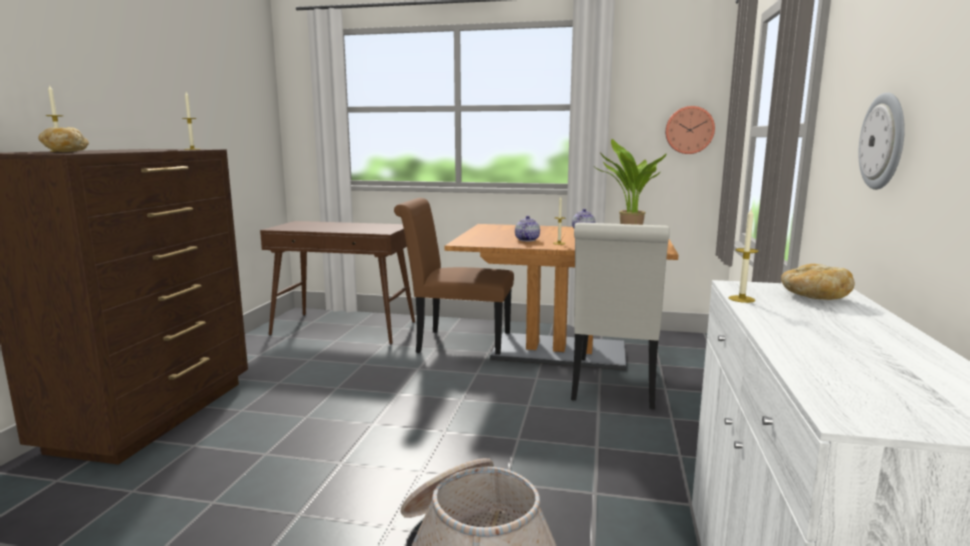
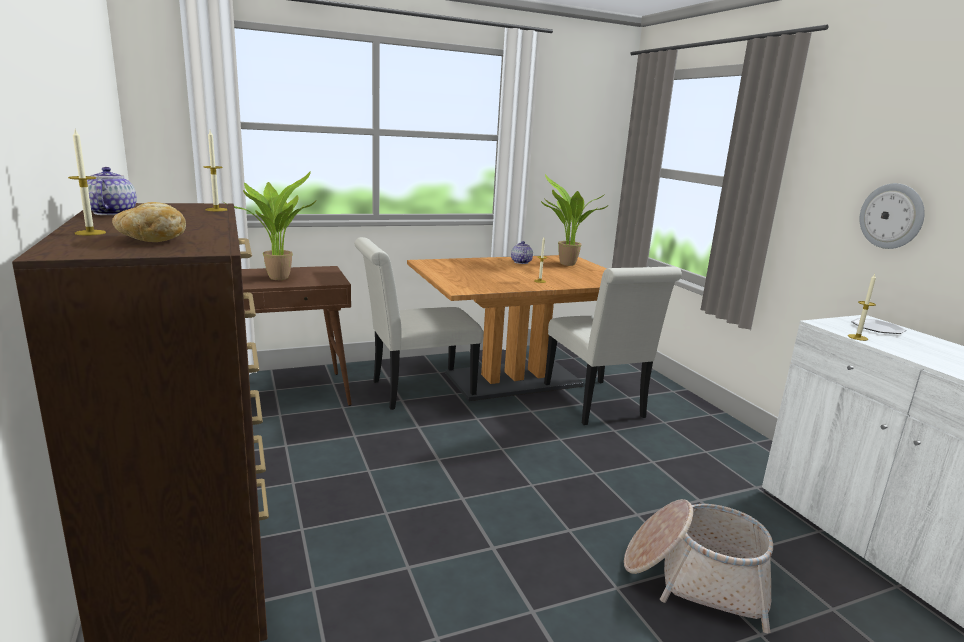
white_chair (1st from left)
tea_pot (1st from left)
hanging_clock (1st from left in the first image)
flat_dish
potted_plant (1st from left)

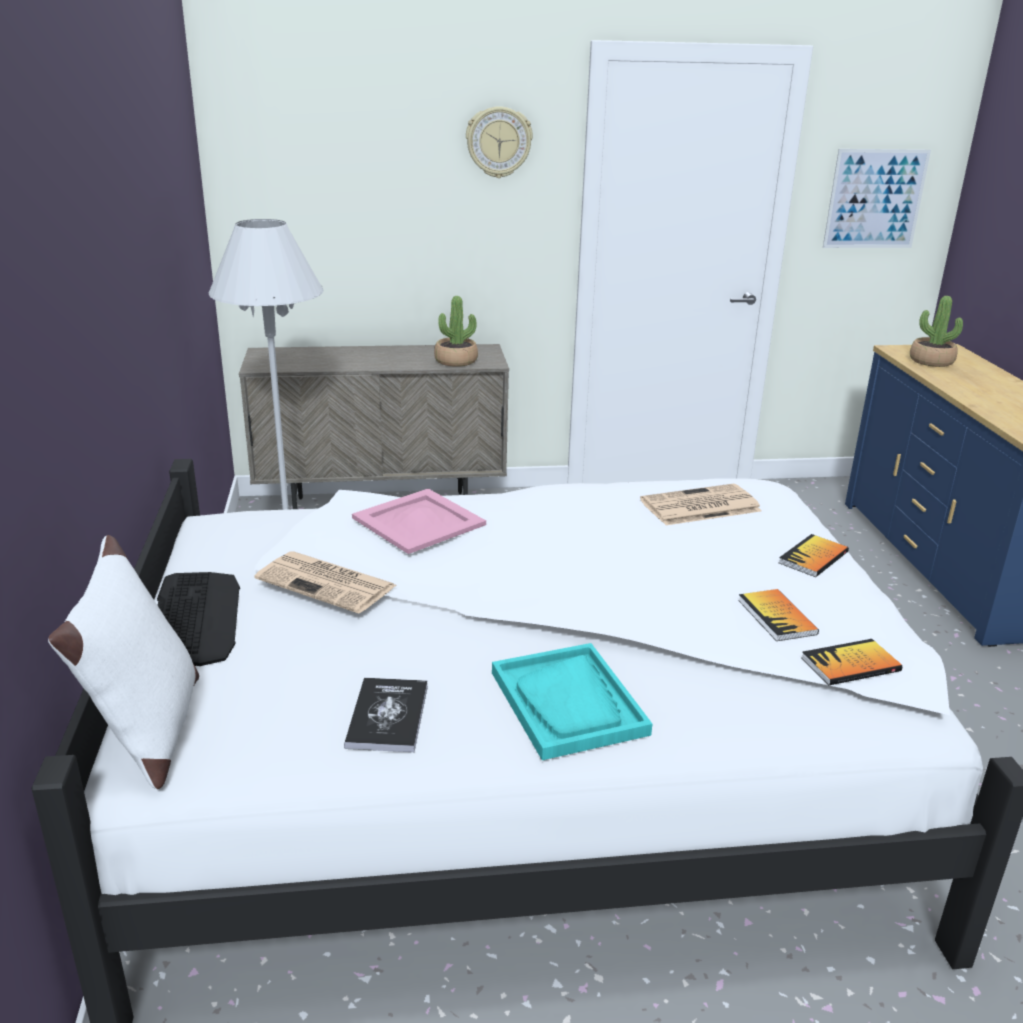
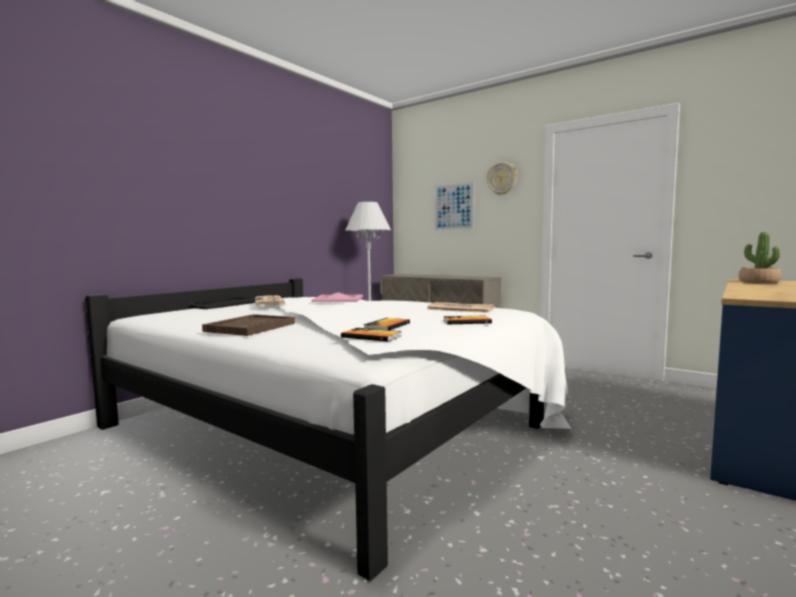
white_pillow
volume (1st from left in the first image)
potted_plant (1st from left in the first image)
brown-coloured_serving_tray
picture

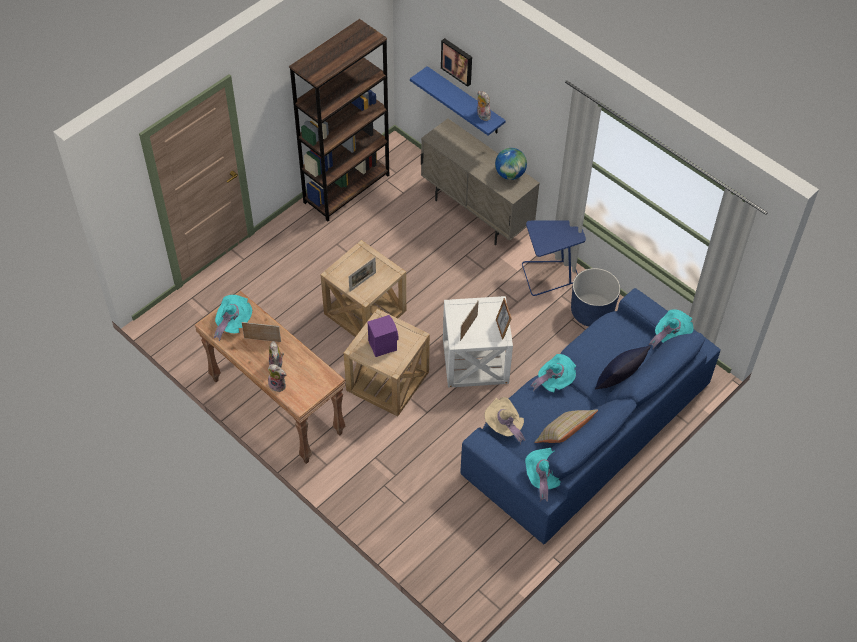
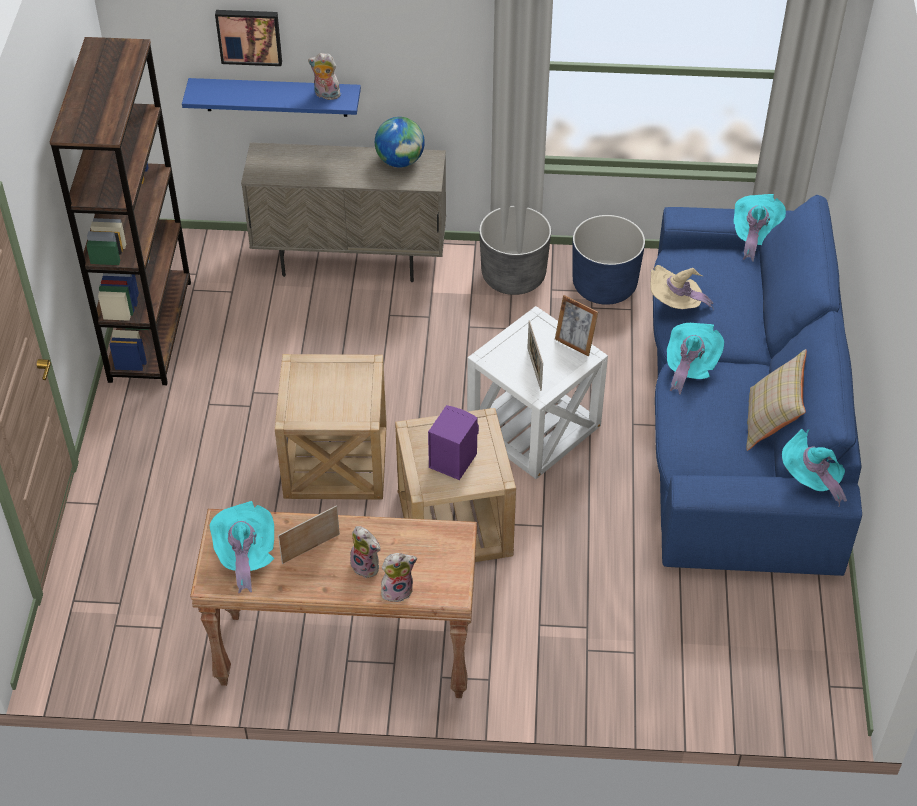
photo_frame (2nd from left in the first image)
sand-coloured_wearable_hat
gray_planter
bluish_pillow

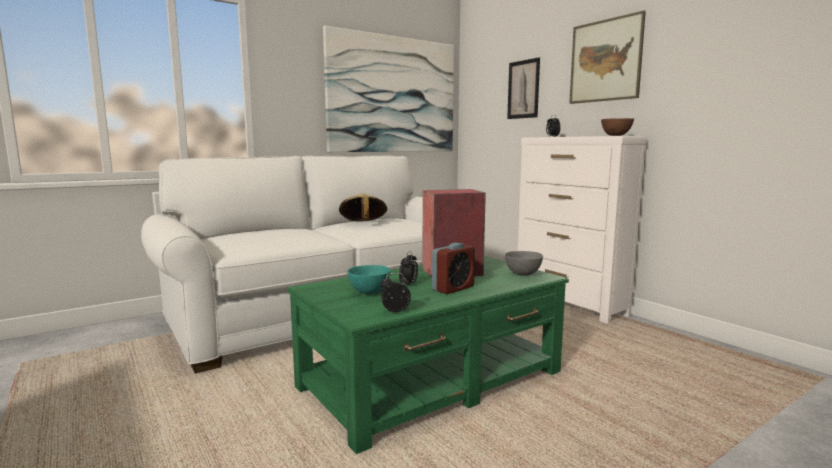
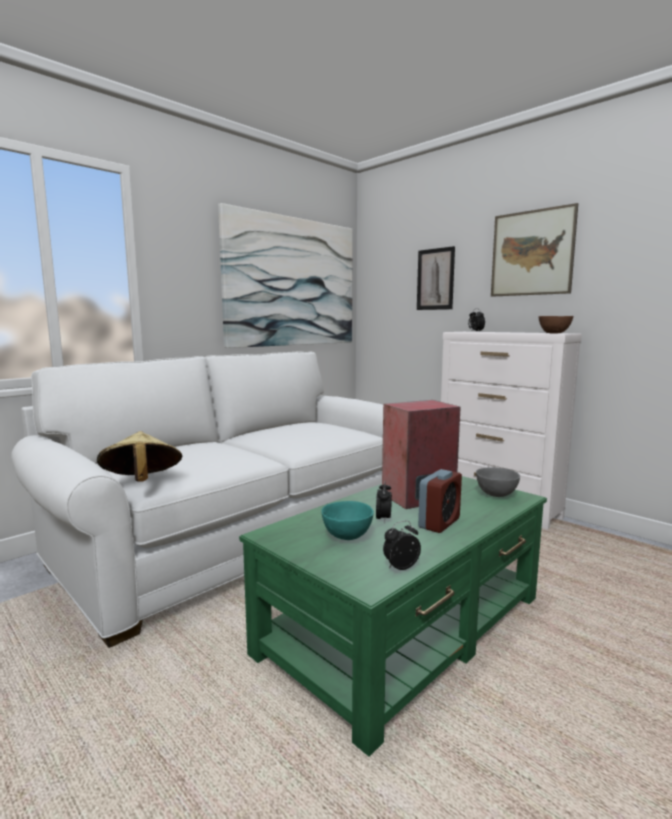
sand-coloured_wearable_hat

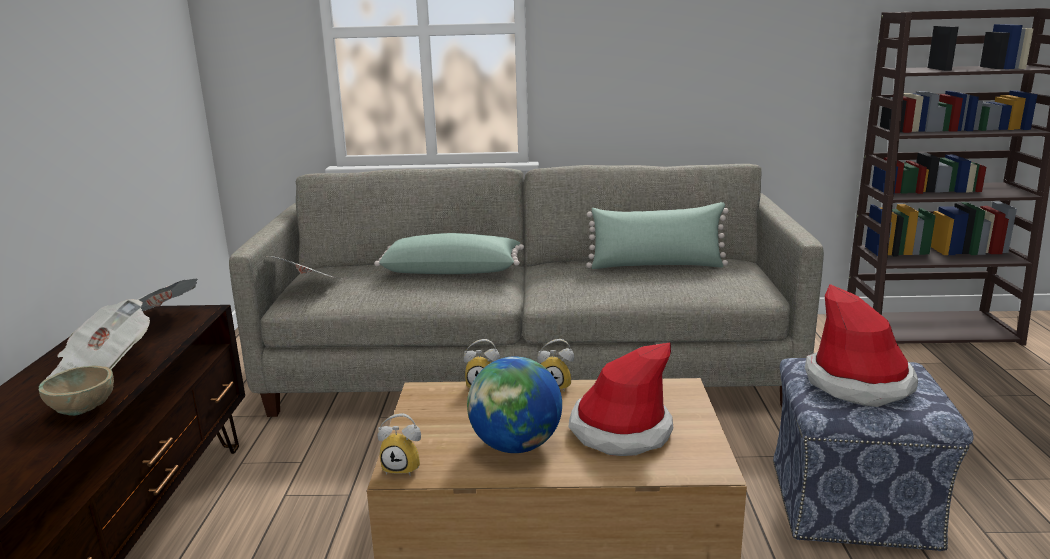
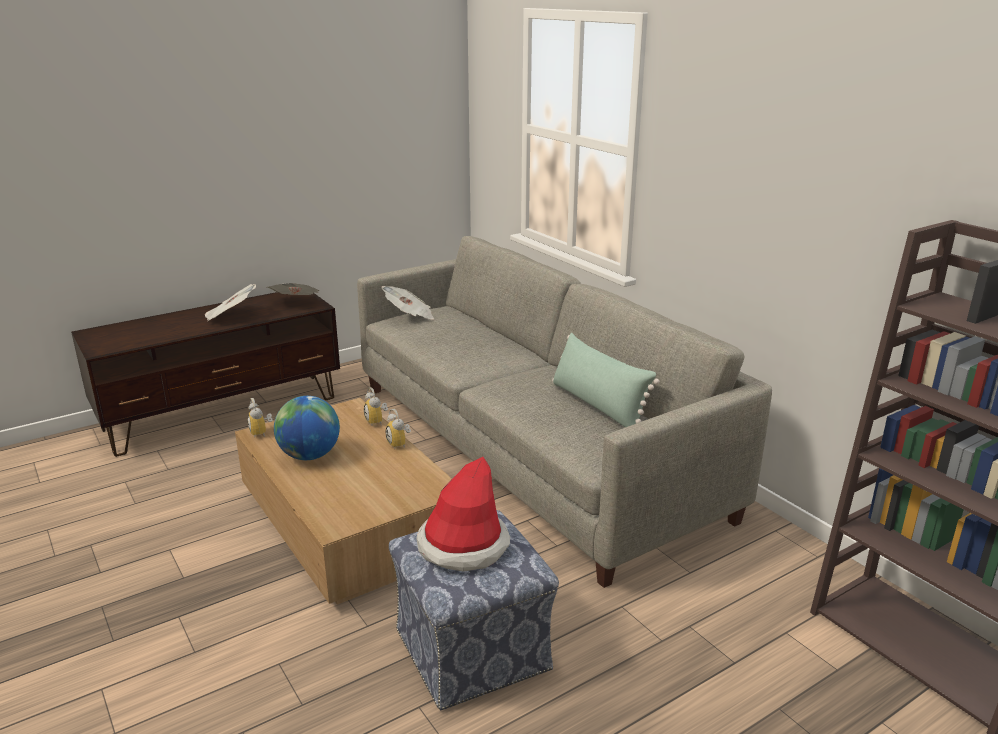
sand-coloured_serving_bowl
greenish_pillow (1st from left in the first image)
wearable_hat (1st from left in the first image)

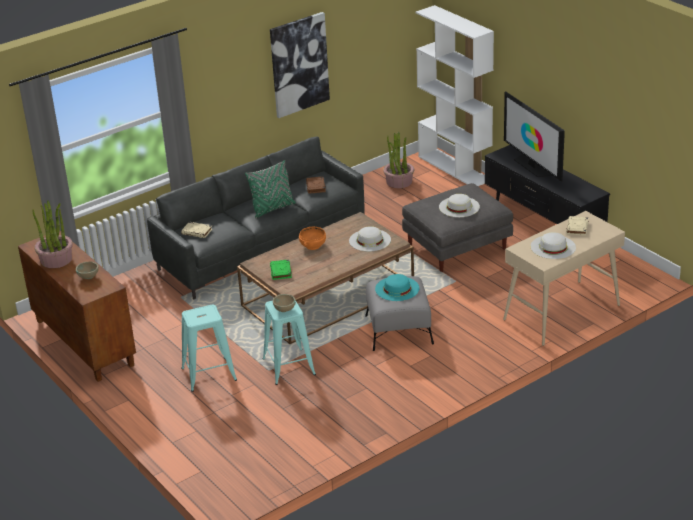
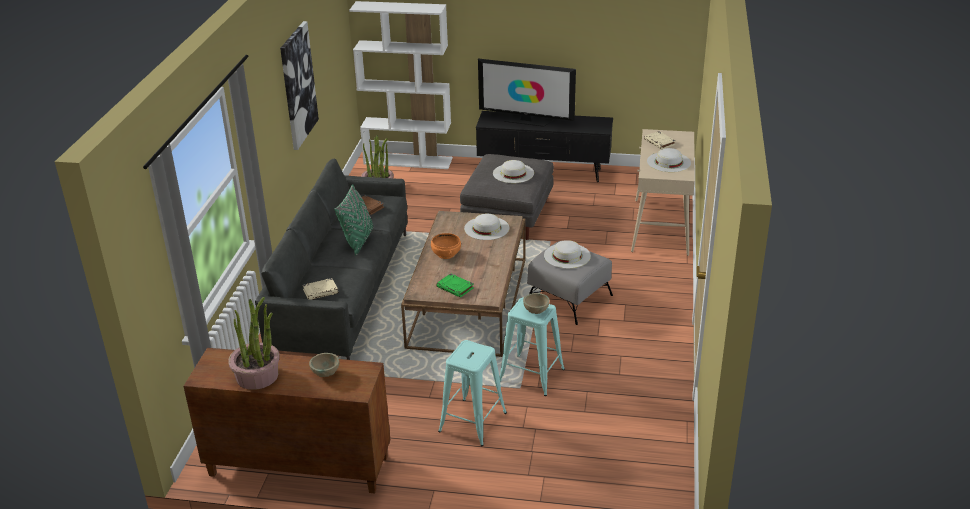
white_wearable_hat (3rd from left)

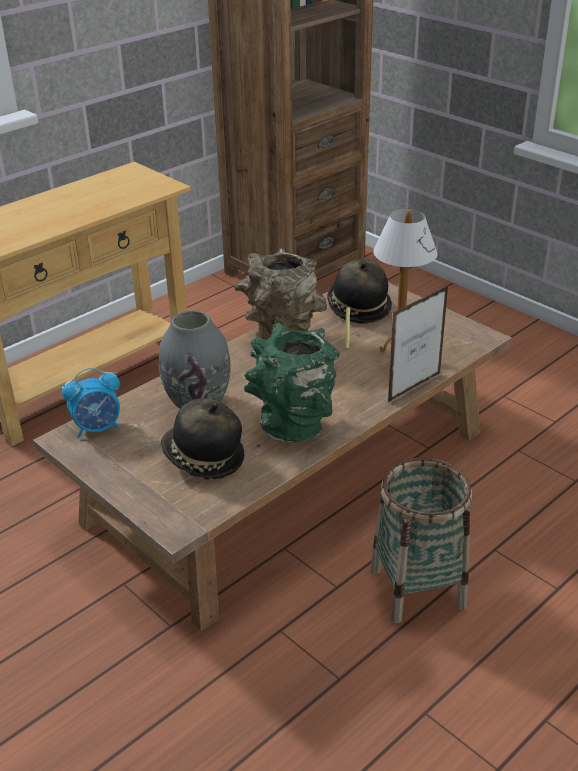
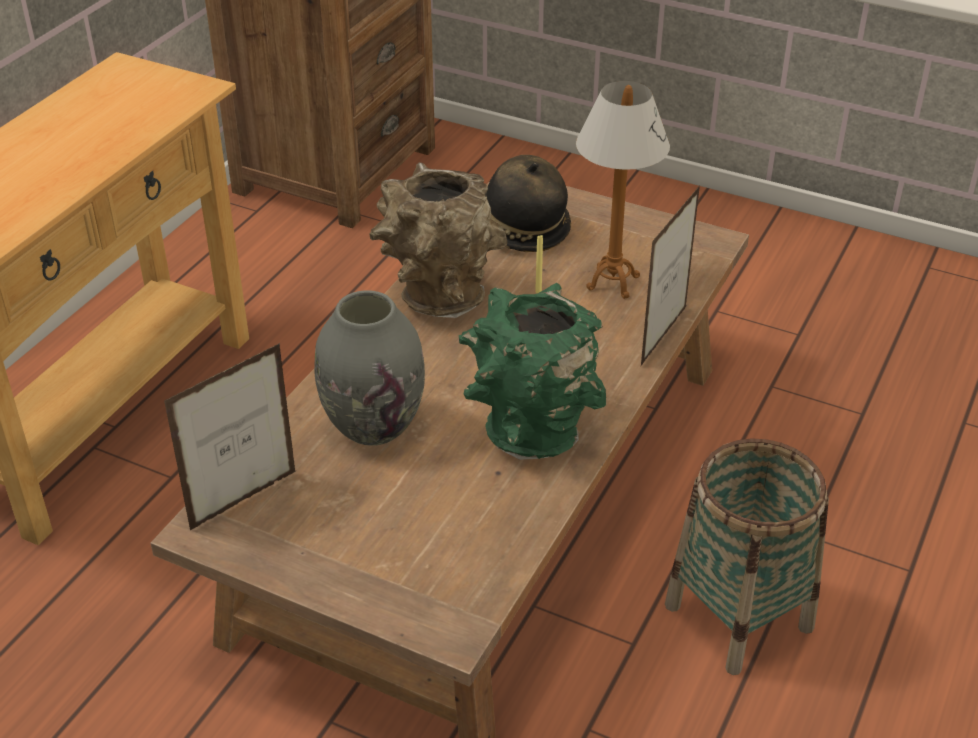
photo_frame (1st from left)
wearable_hat (1st from left in the first image)

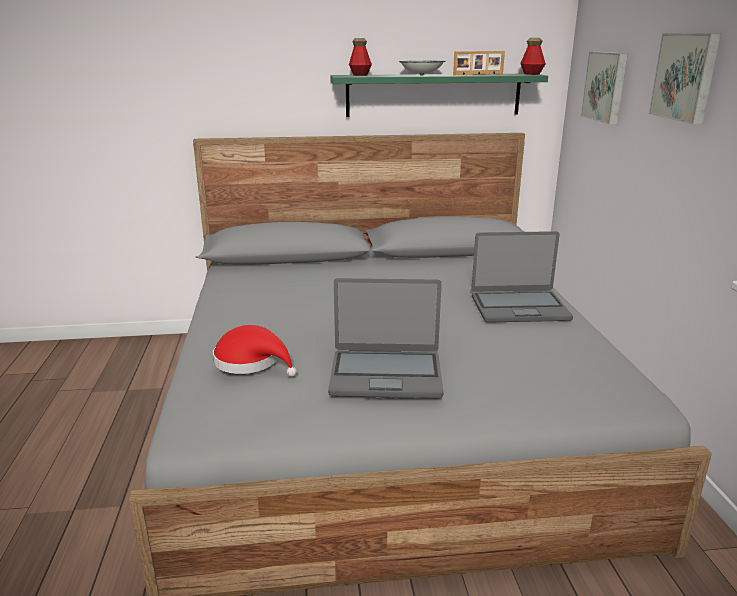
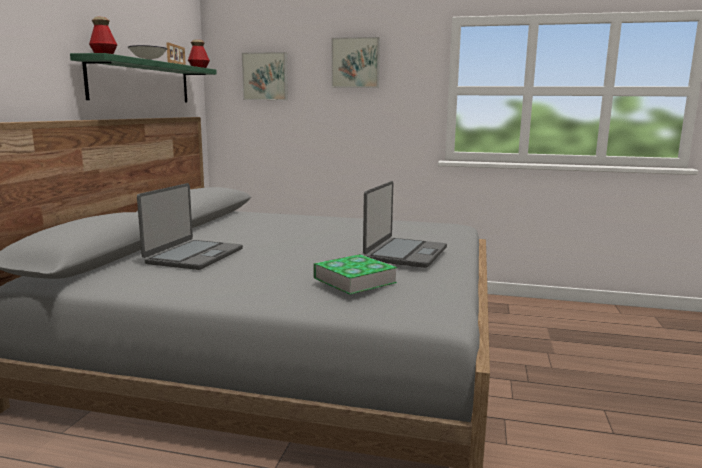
volume
portable_computer (1st from left)

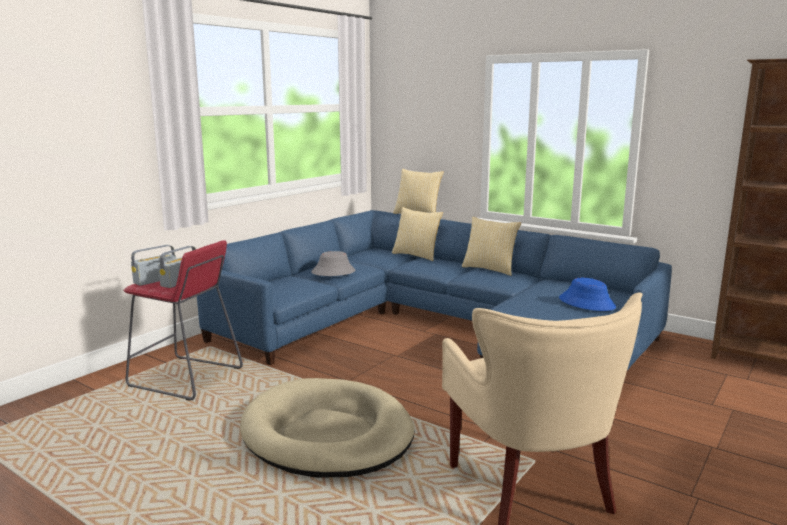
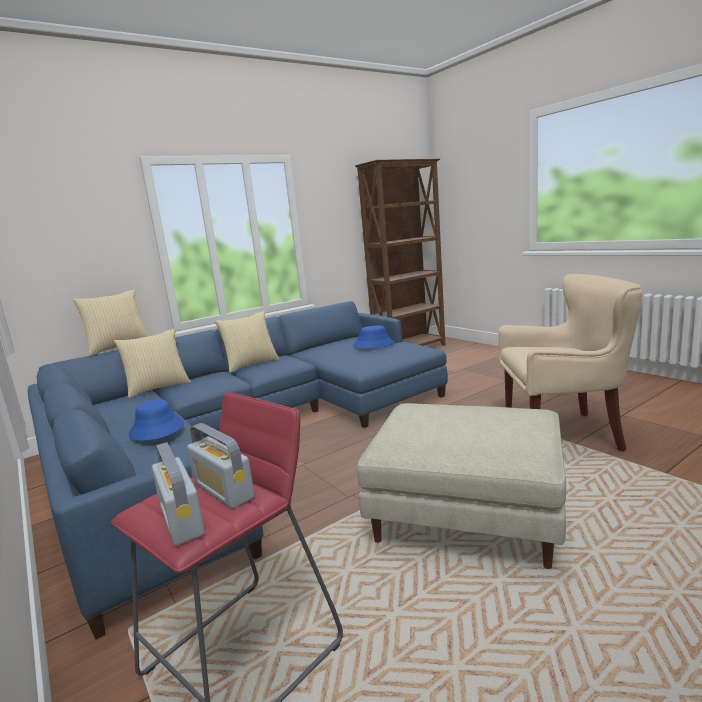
sand-coloured_pouffe
bluish_wearable_hat (1st from left)

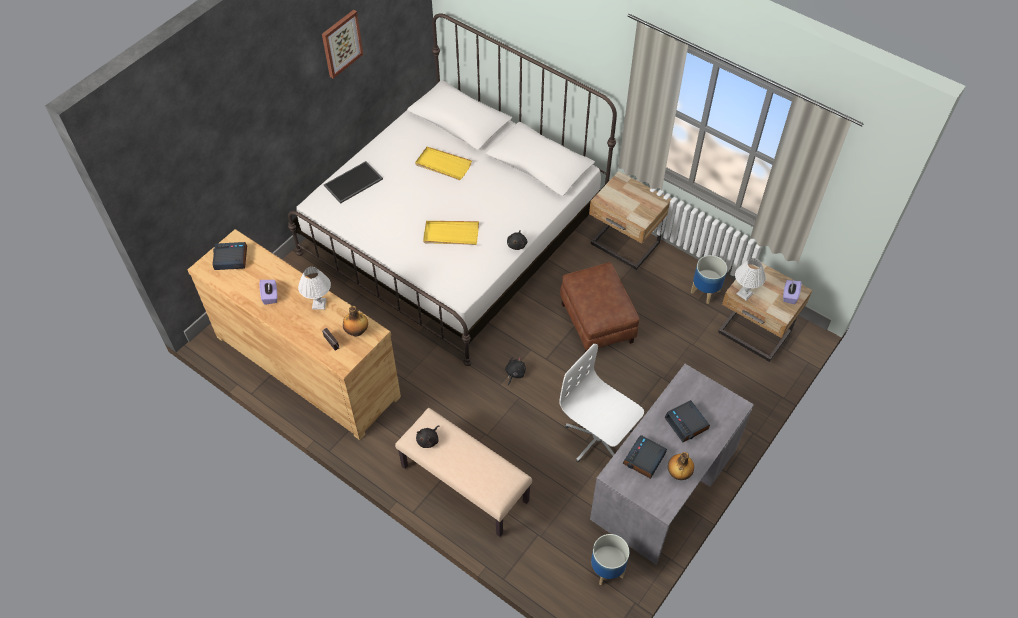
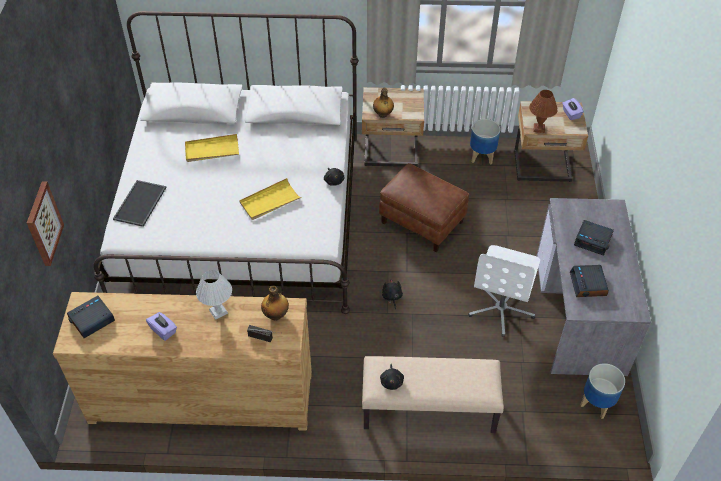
picture
white_office_chair
bottle (2nd from left)
brown-coloured_table_lamp

